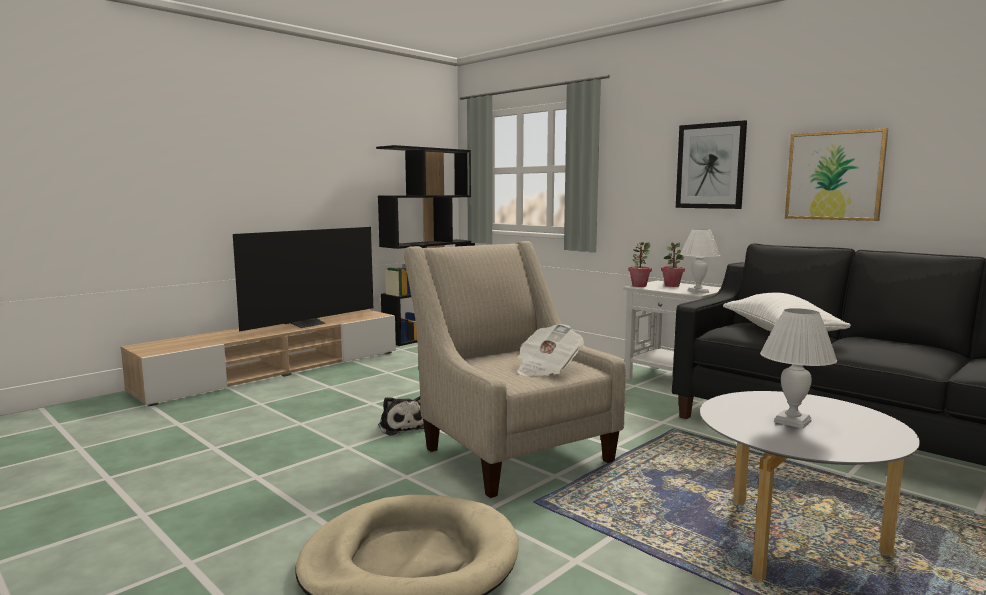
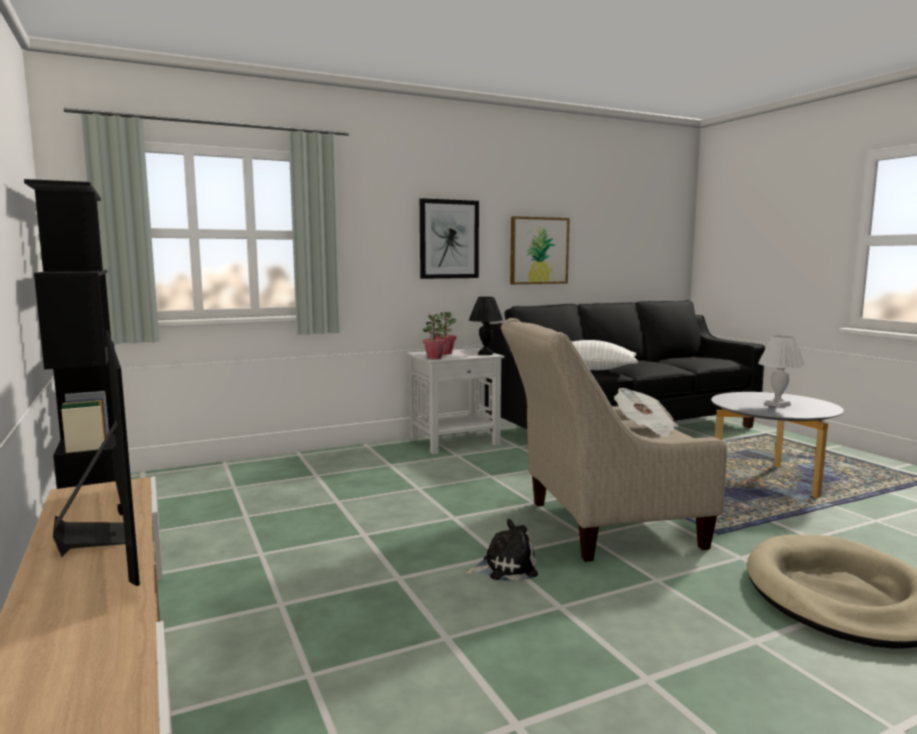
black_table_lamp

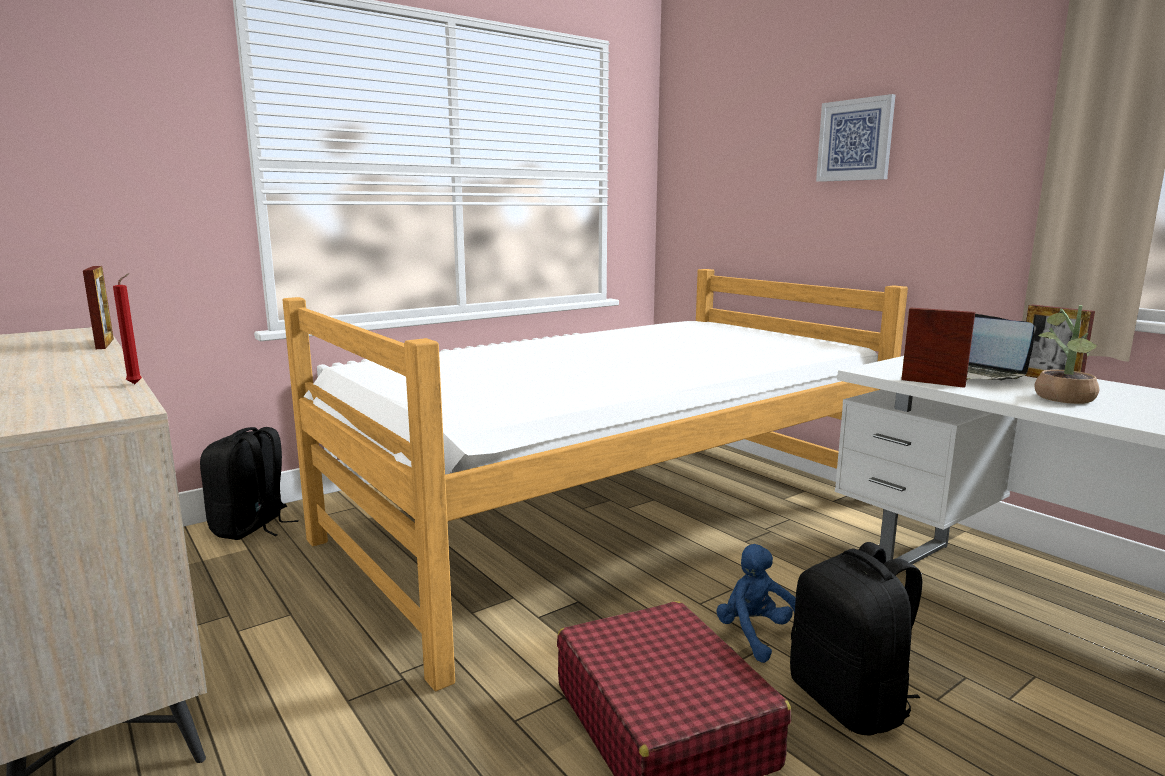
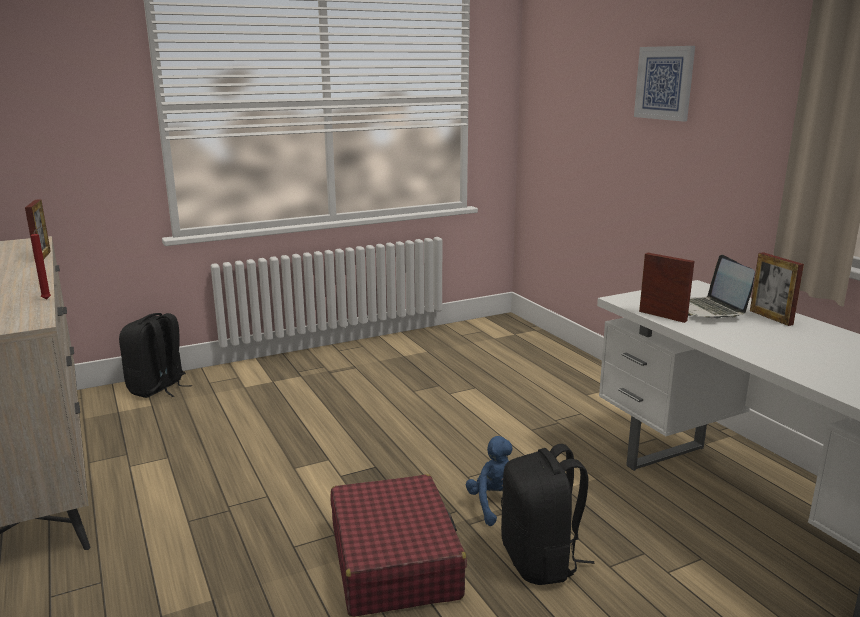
bedroom_bed
potted_plant

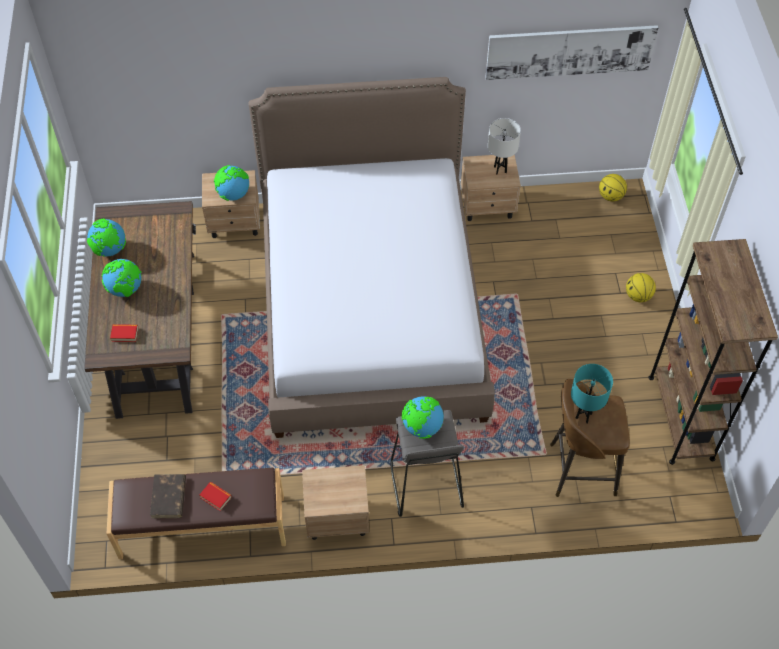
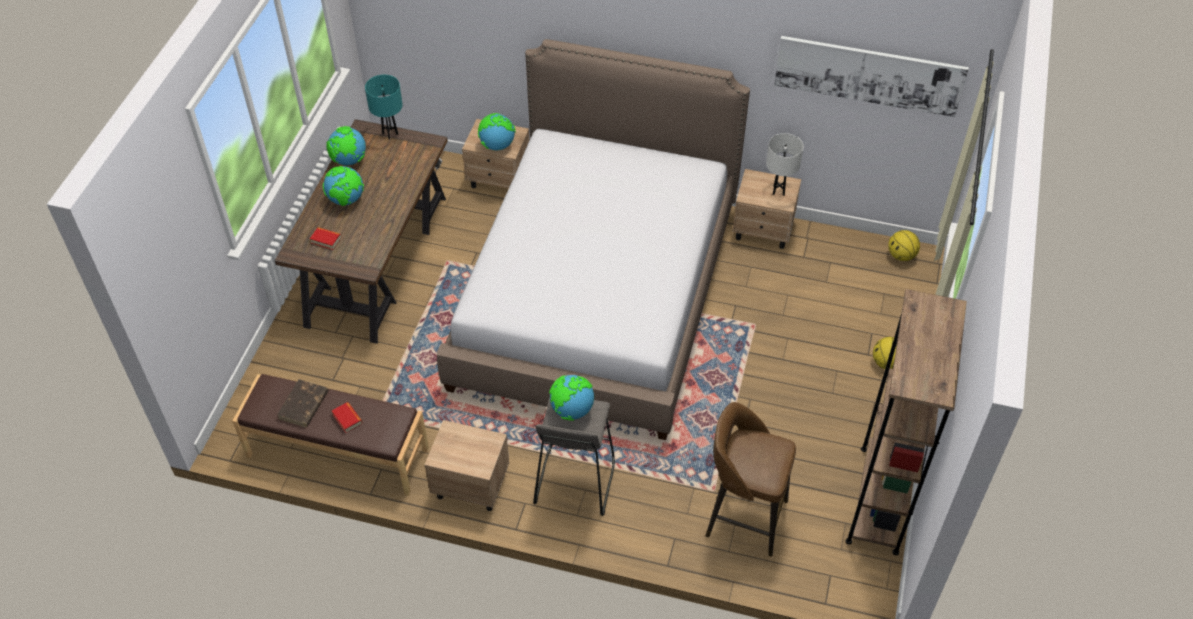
blue-green_table_lamp

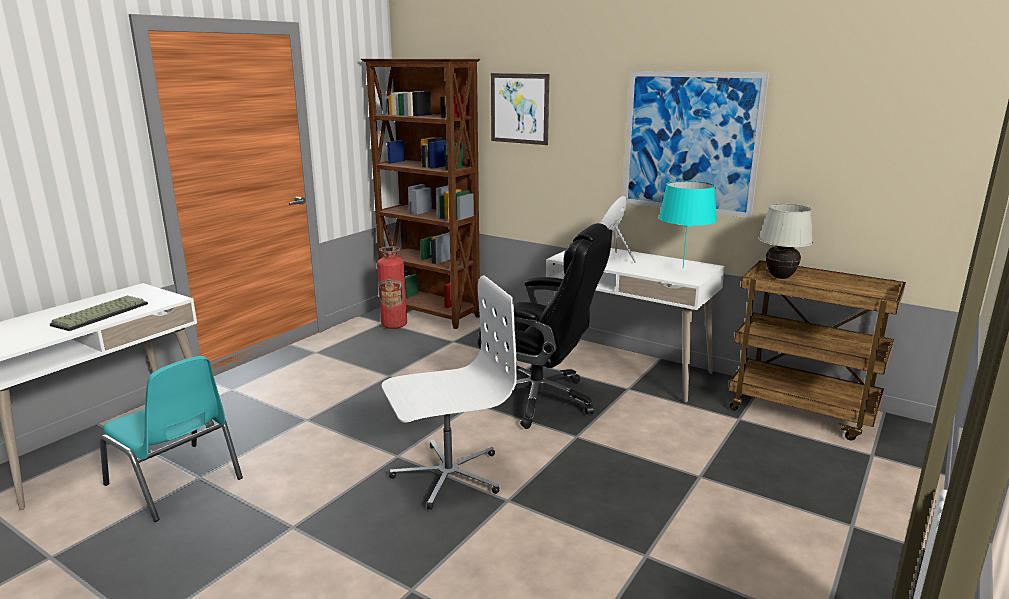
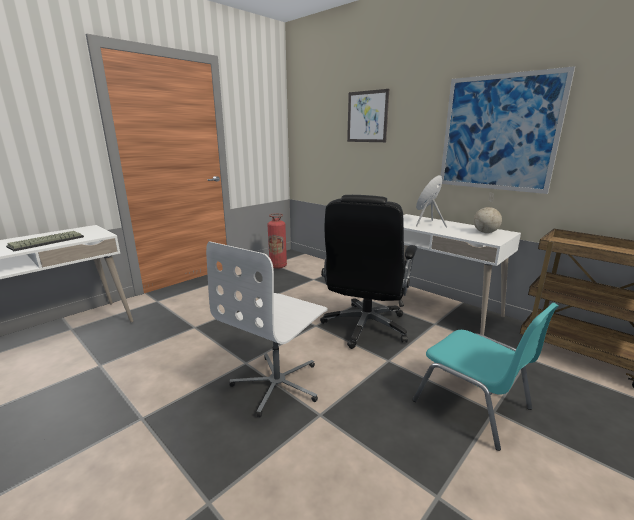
blue-green_chair
brown-coloured_bookcase
white_office_chair
black_office_chair
desk_globe
white_table_lamp

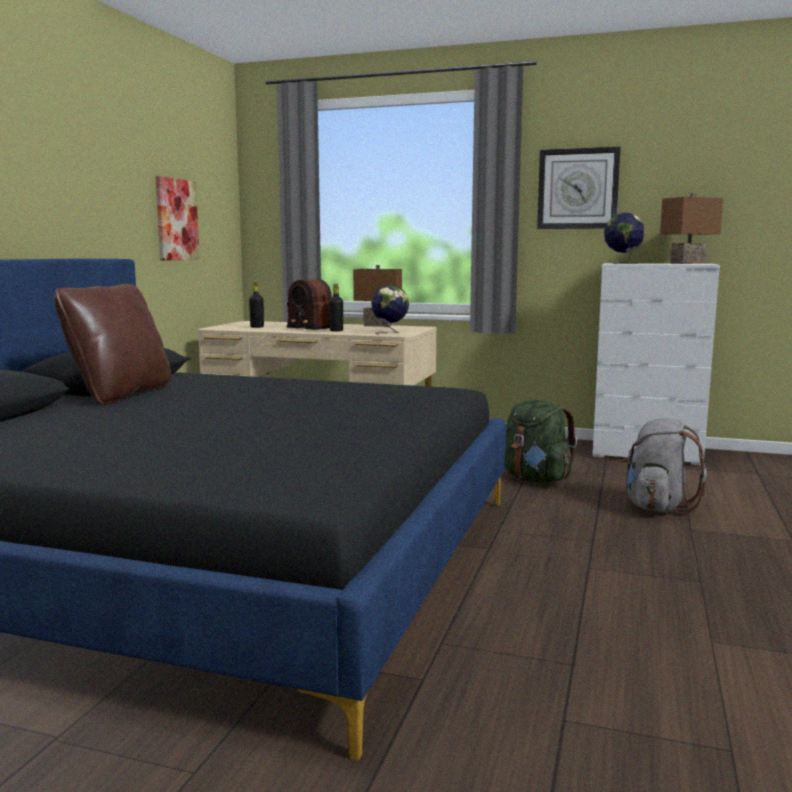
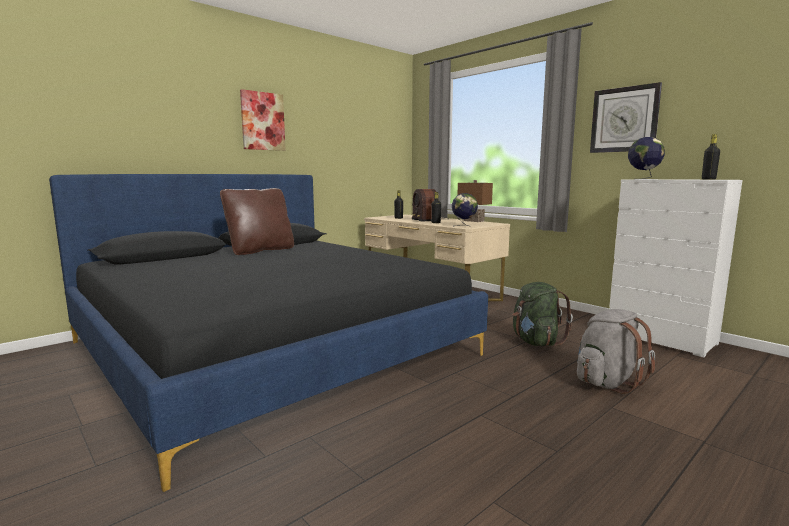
picture
black_bottle (3rd from left)

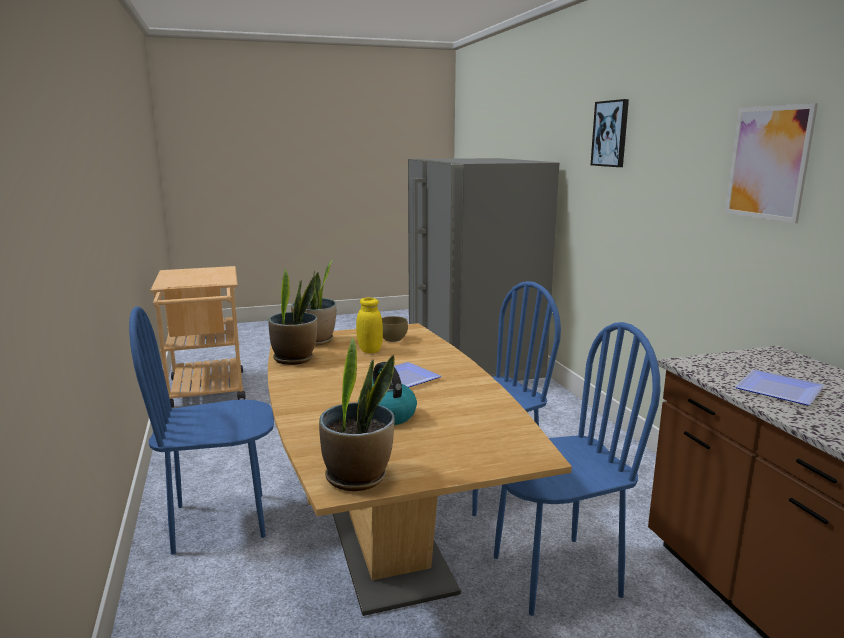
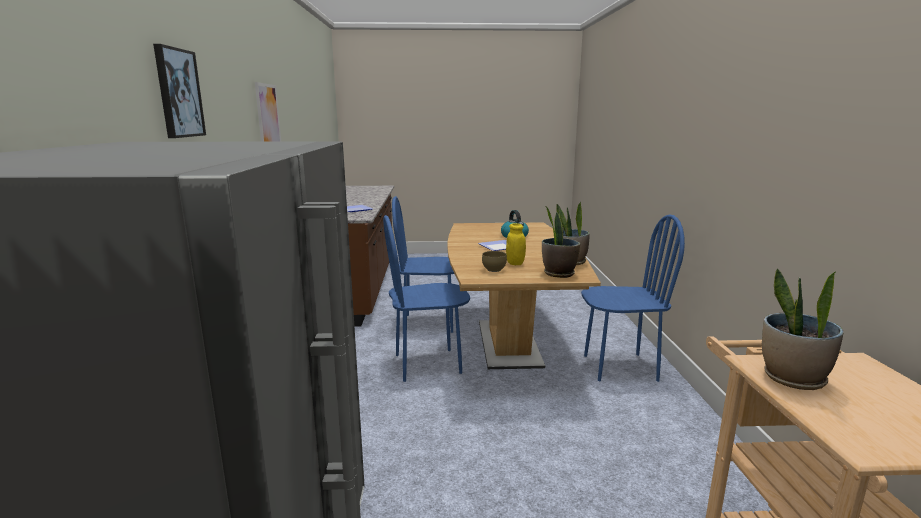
potted_plant (3rd from left)

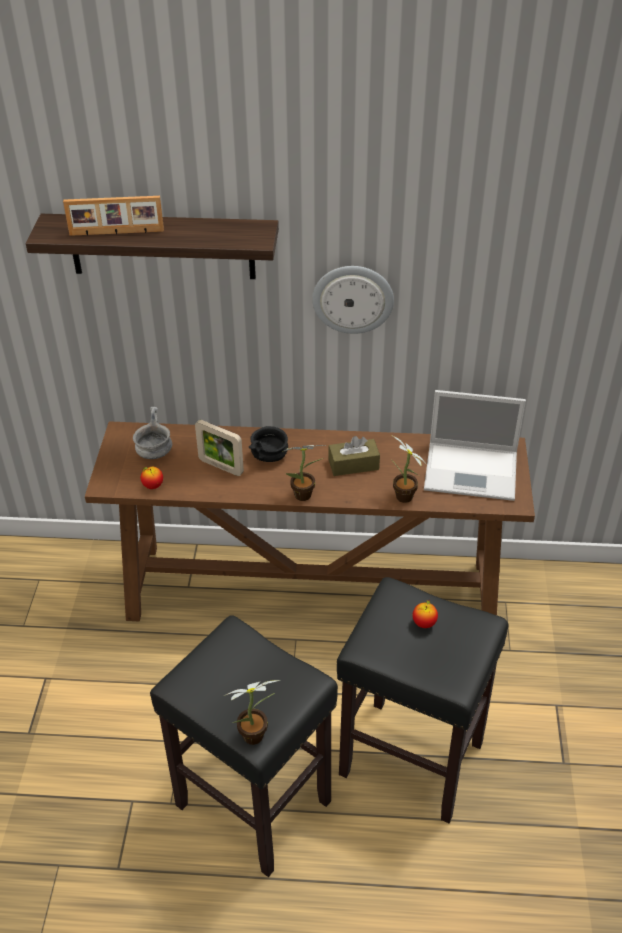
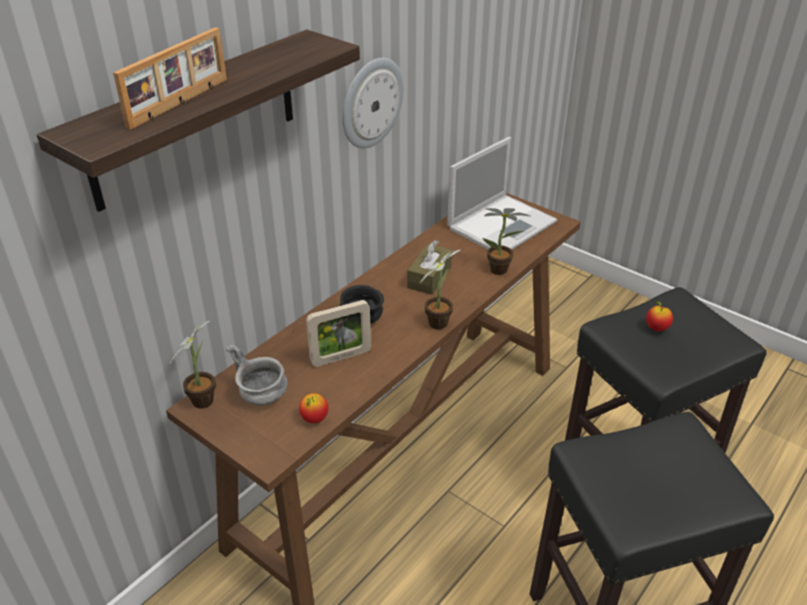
potted_plant (1st from left)

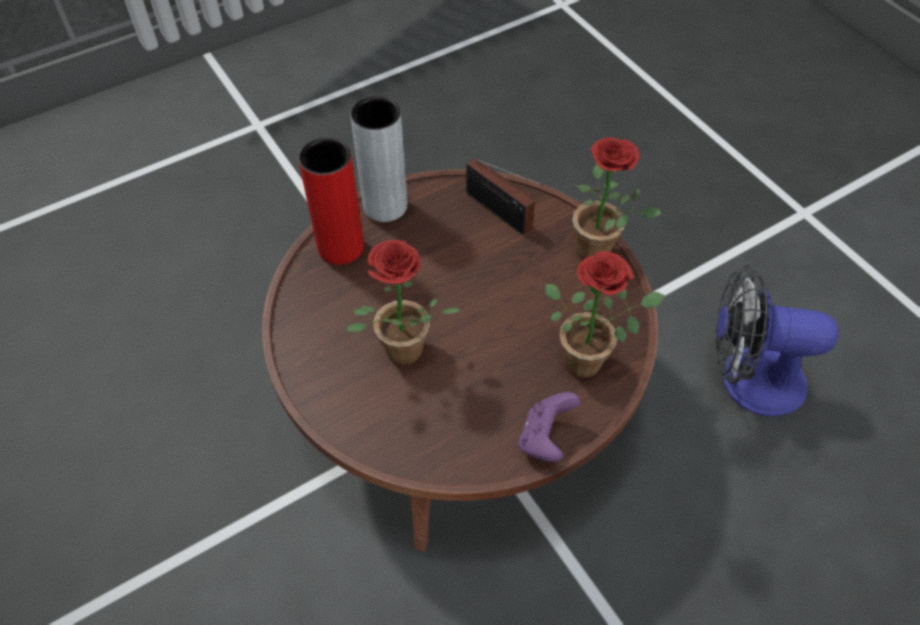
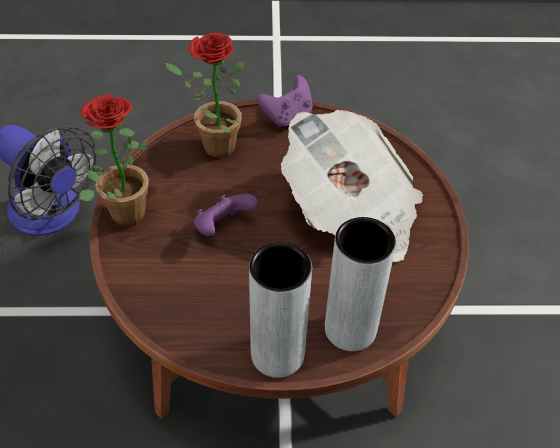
gray_decorative_vase (2nd from left)
newspaper
radio_set
purple_joypad (1st from left)

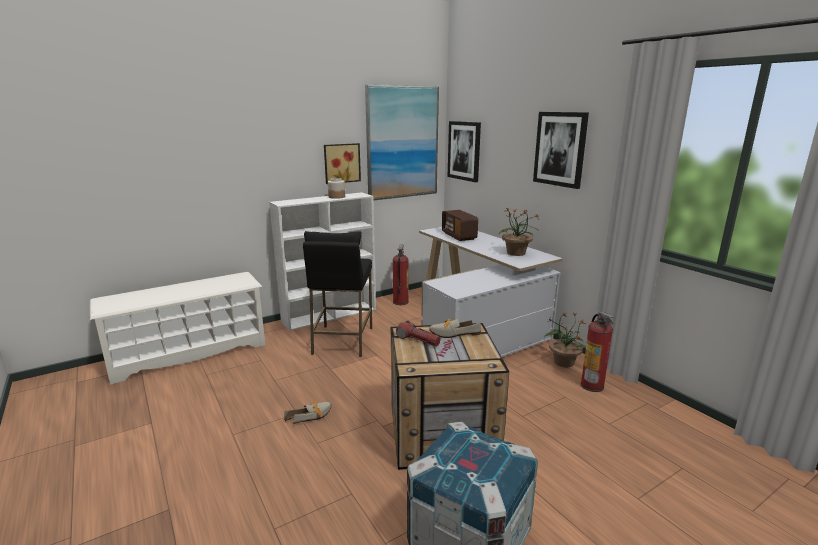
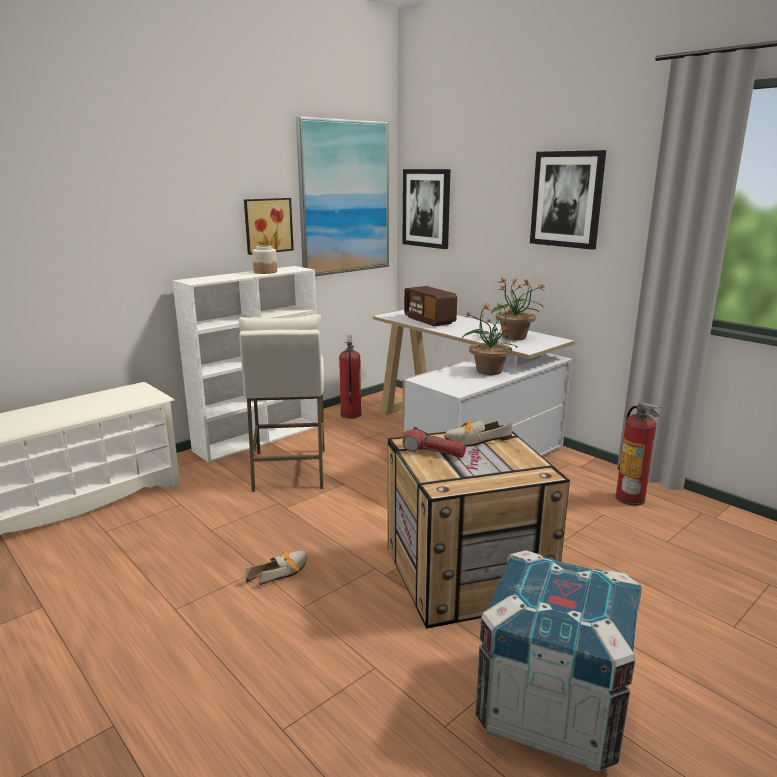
white_sitting_stool
potted_plant (1st from left)

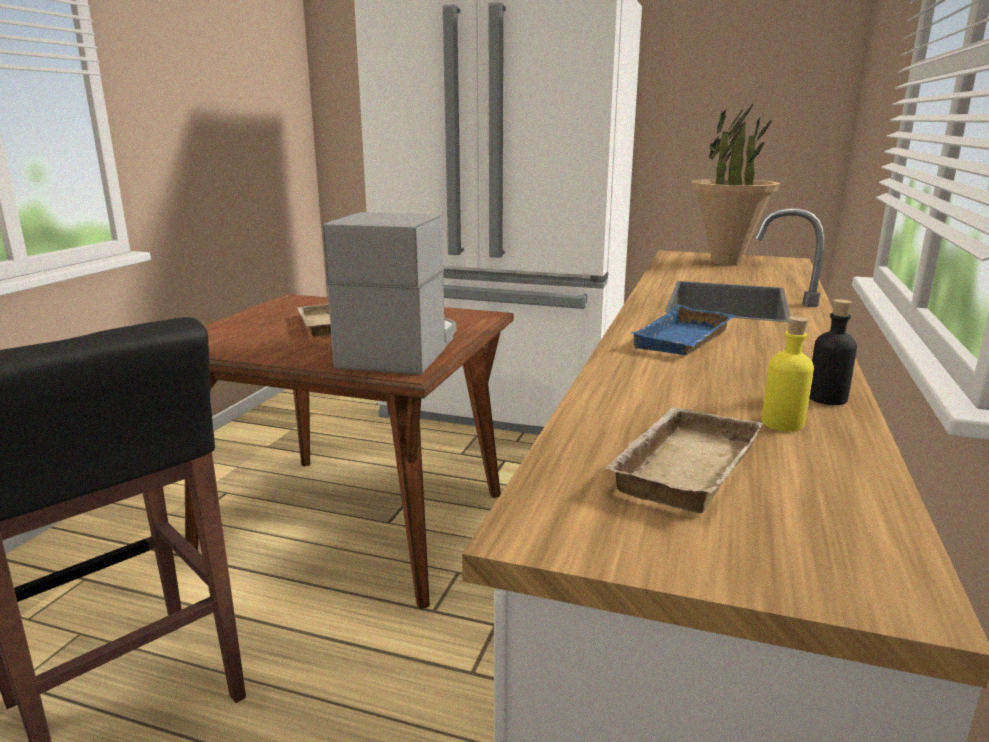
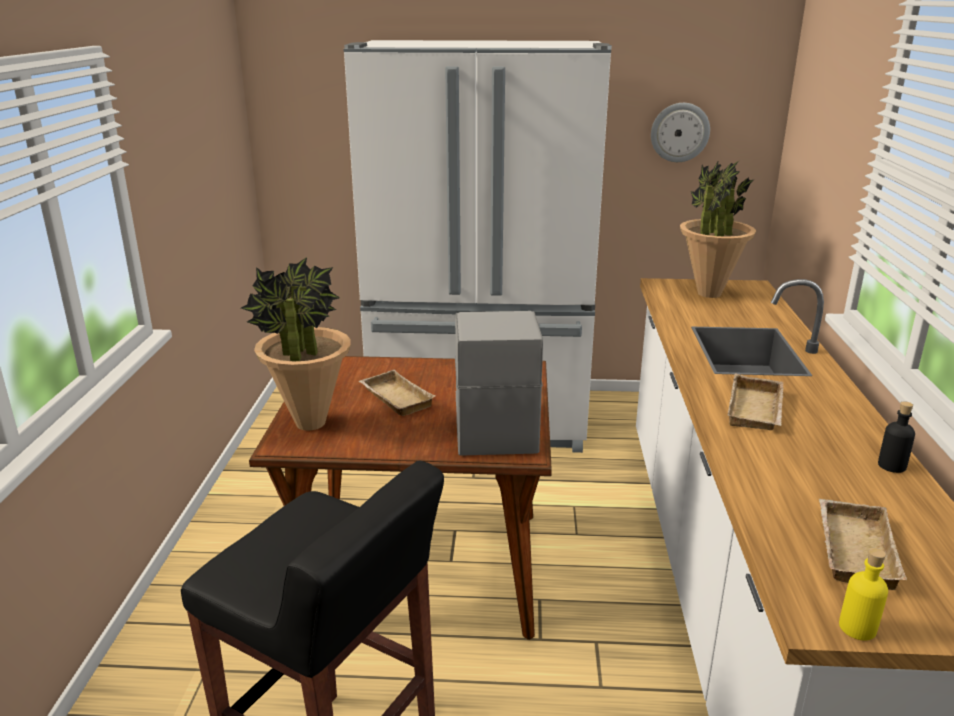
sand-coloured_serving_tray (2nd from left)
yellow_bottle
potted_plant (1st from left)
hanging_clock

